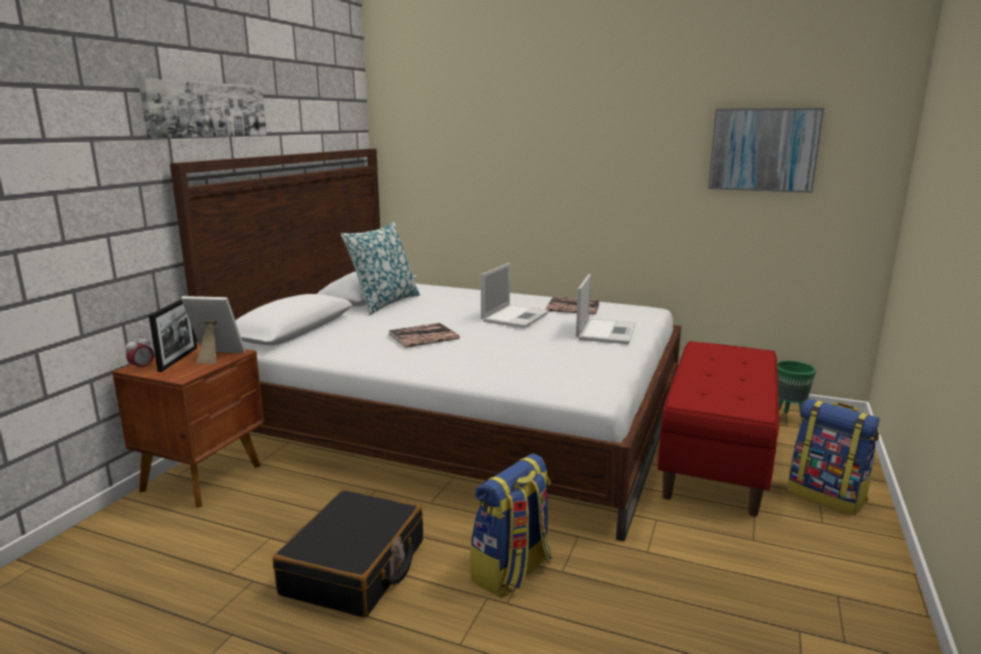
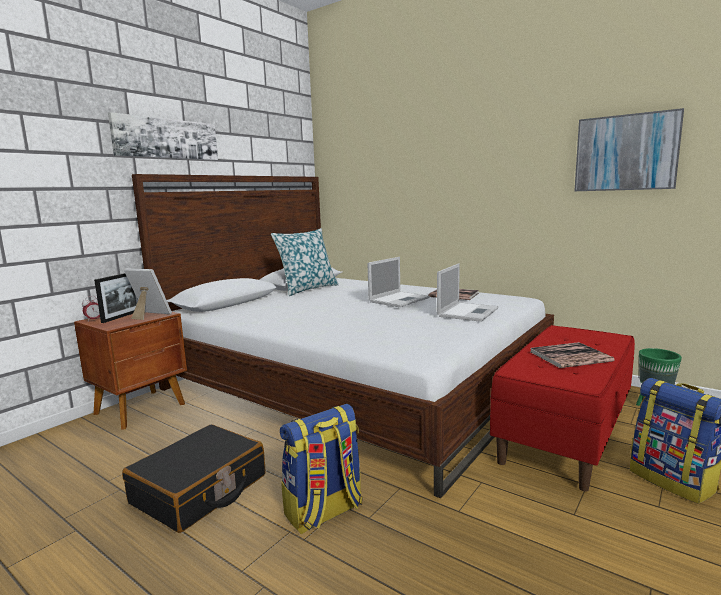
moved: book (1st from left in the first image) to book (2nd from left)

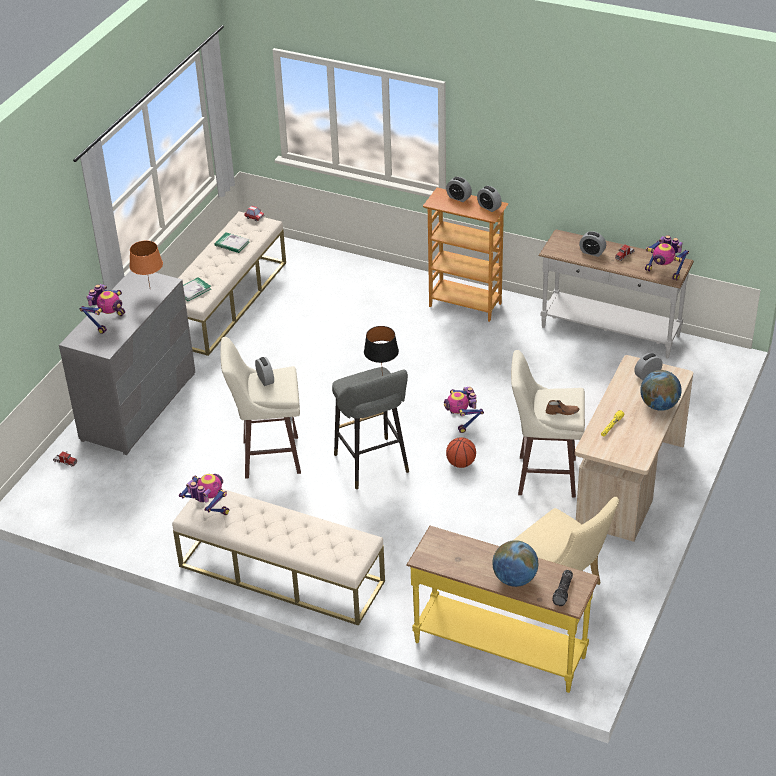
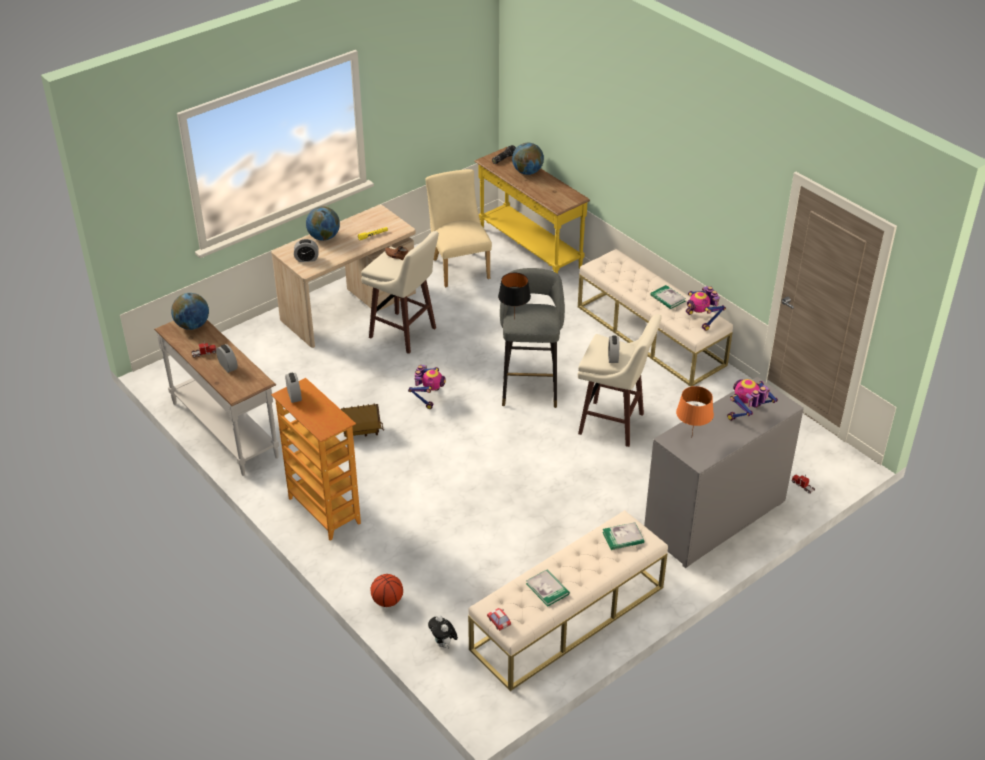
removed: alarm clock (2nd from left)
added: toy house; plush toy; book (3rd from left)
moved: basketball
replaced: toy robot (4th from left) to globe (1st from left)

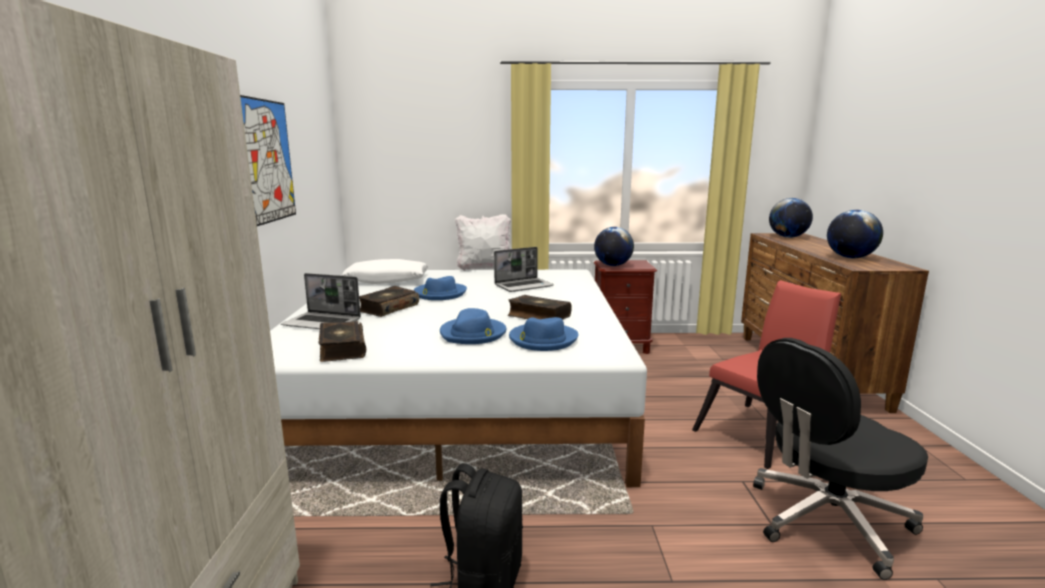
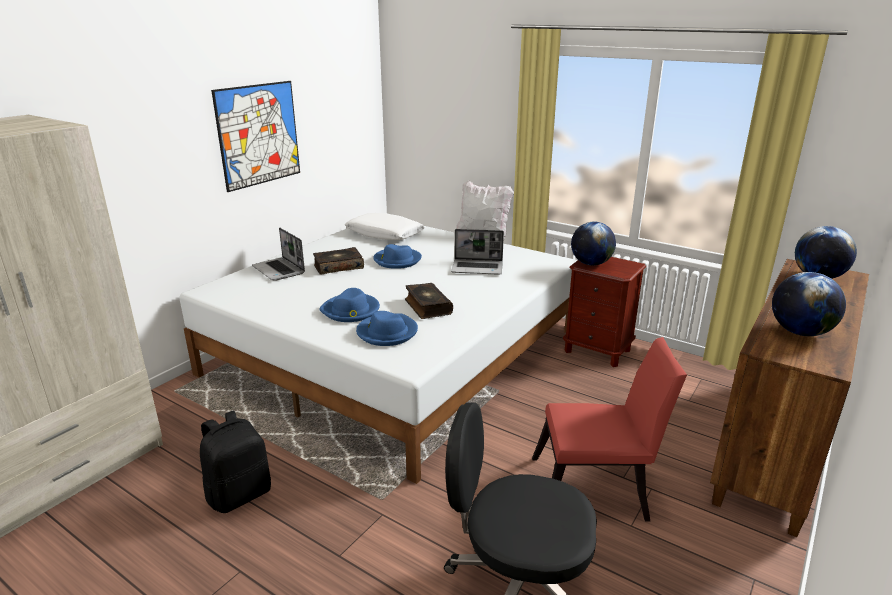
removed: book (1st from left)

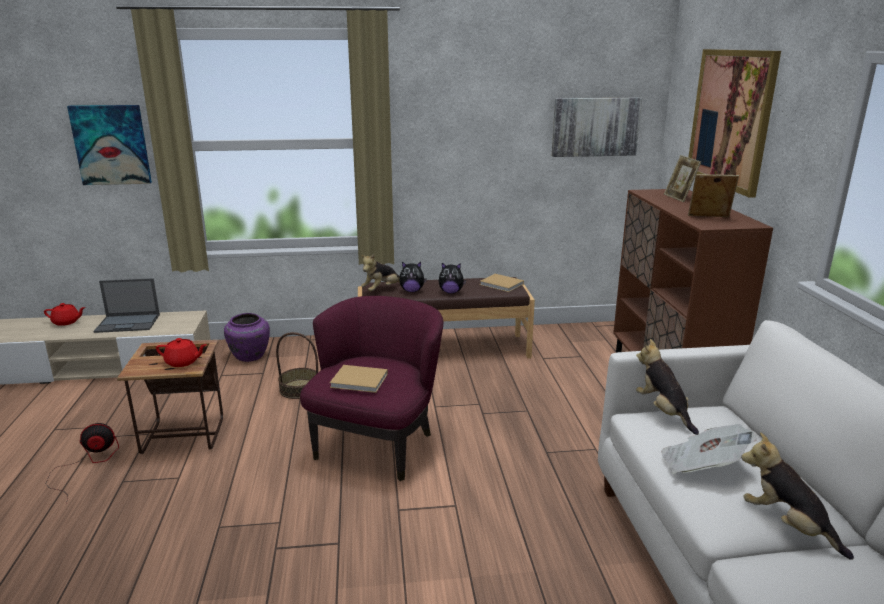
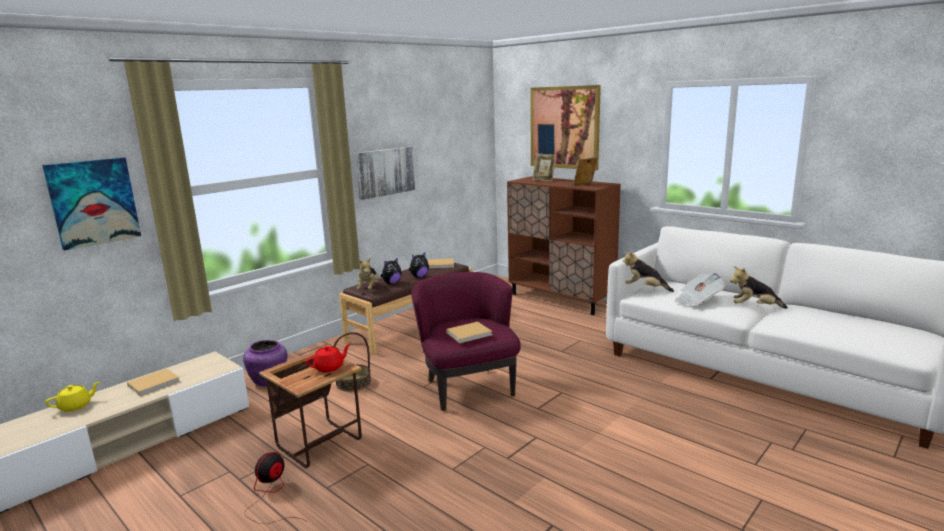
moved: picture (2nd from left)
replaced: laptop to book in beige (1st from left)
recoloured: teapot in red (1st from left) to teapot in yellow

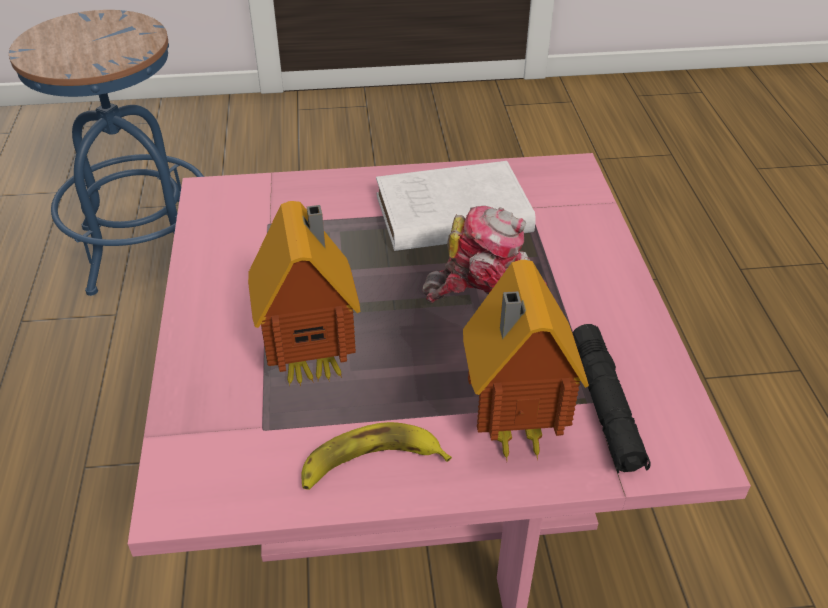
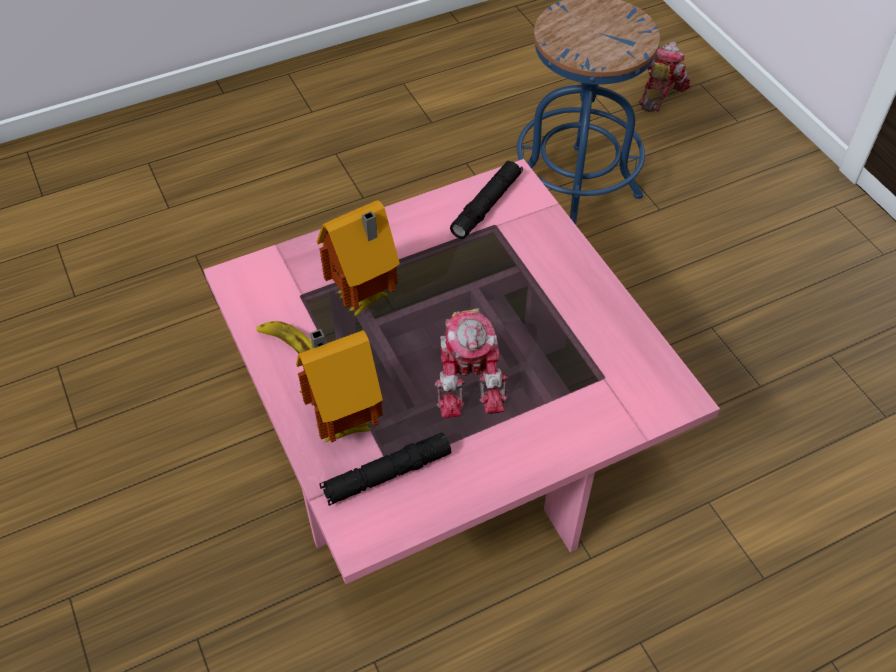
removed: book in white
added: flashlight in black (2nd from left); toy robot (2nd from left)

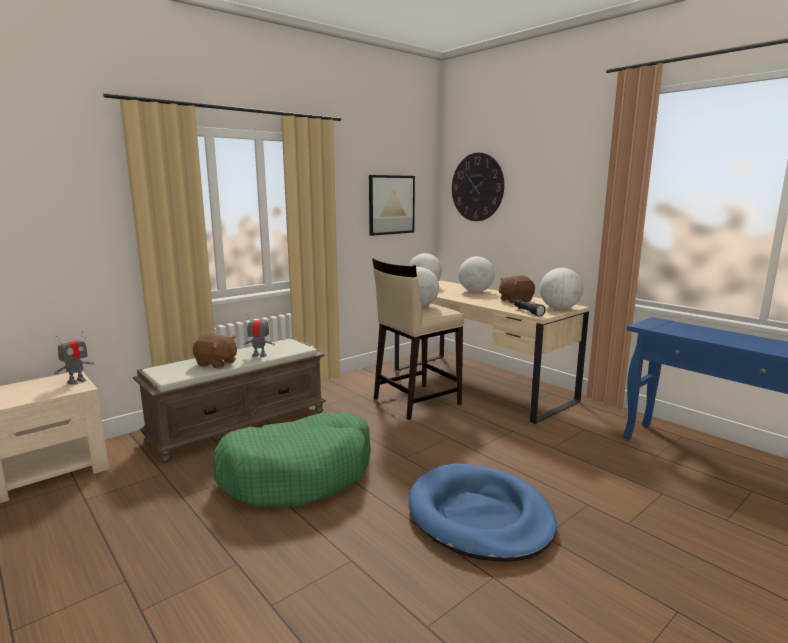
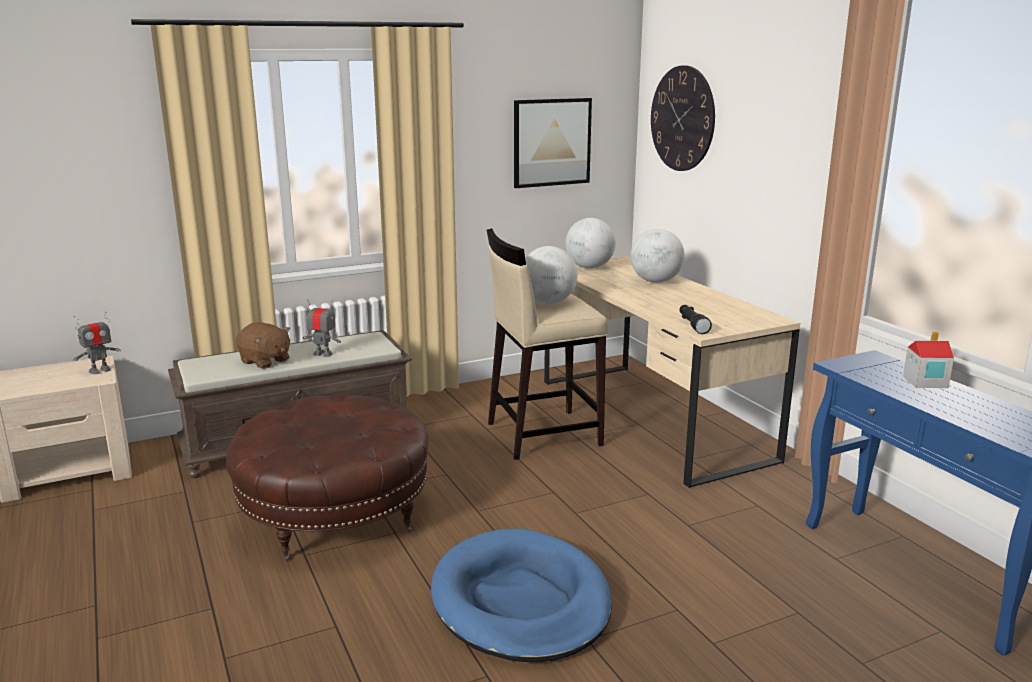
removed: plush toy in brown (2nd from left); globe (4th from left)
added: toy house
replaced: dog bed in green to ottoman in brown

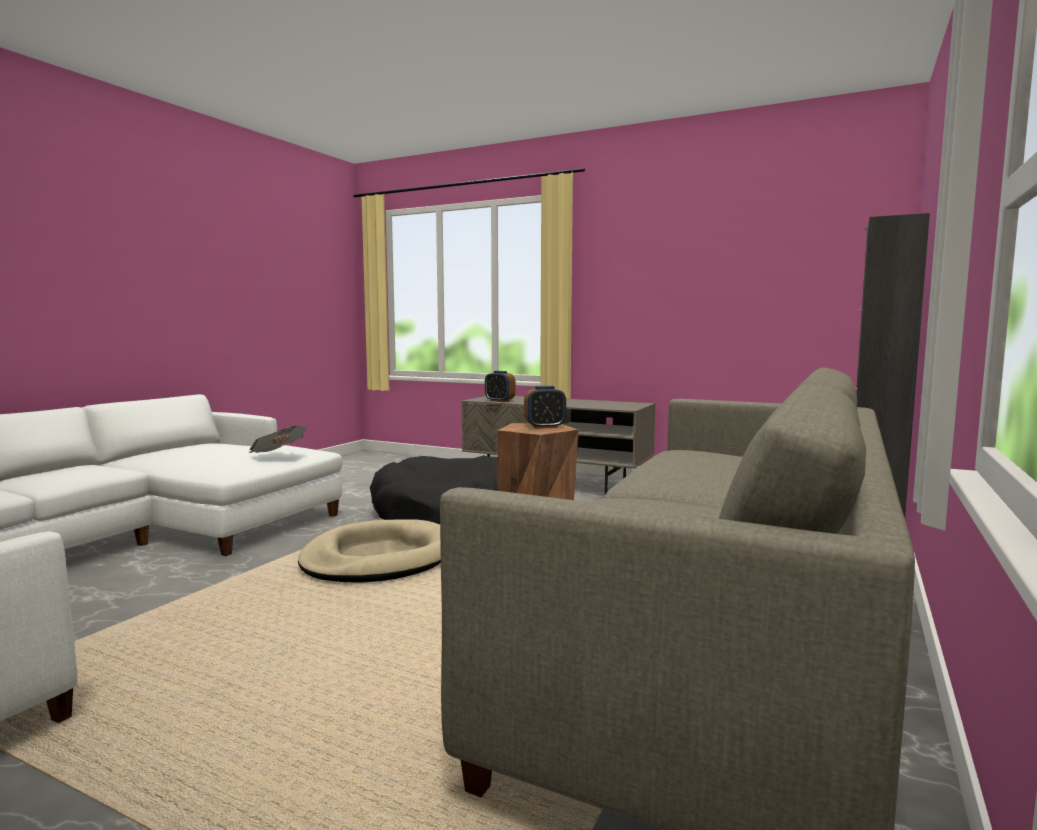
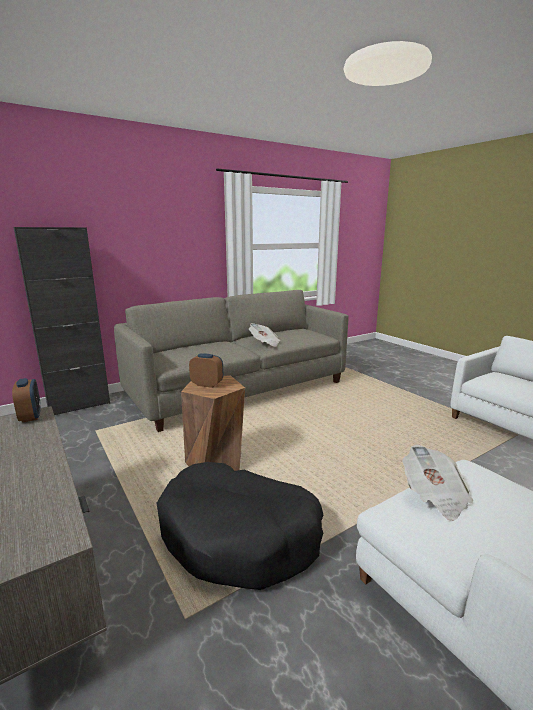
removed: dog bed in beige
added: newspaper (1st from left)
moved: alarm clock (1st from left)

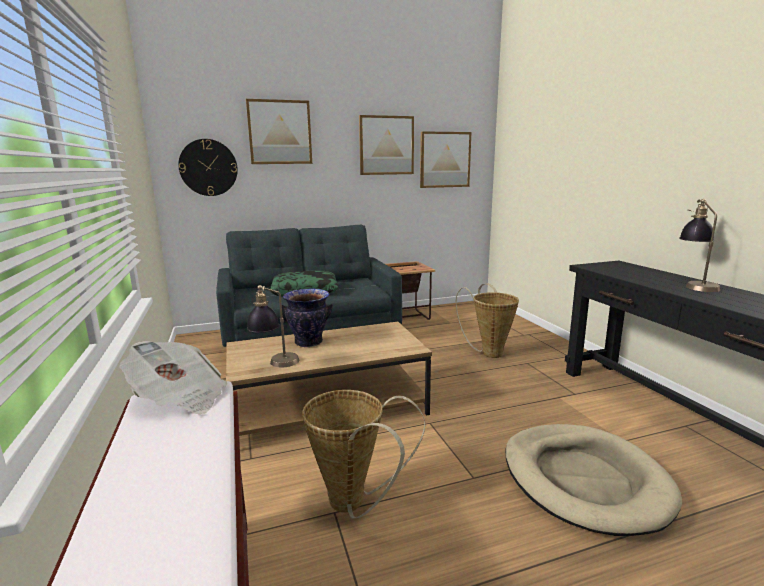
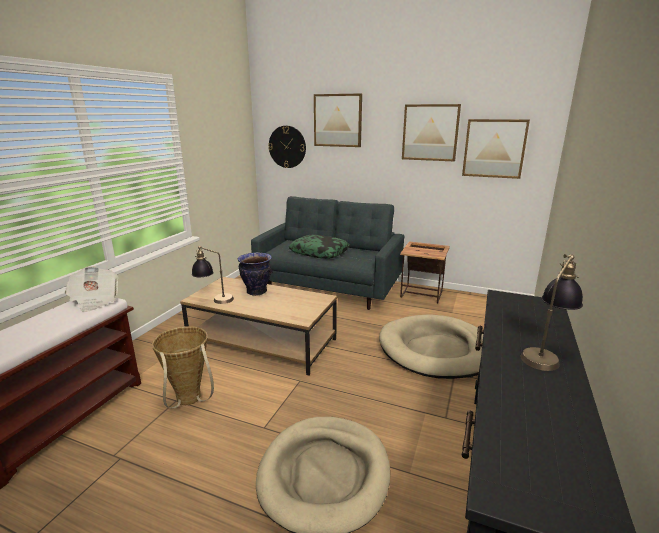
replaced: basket (2nd from left) to dog bed in beige (2nd from left)

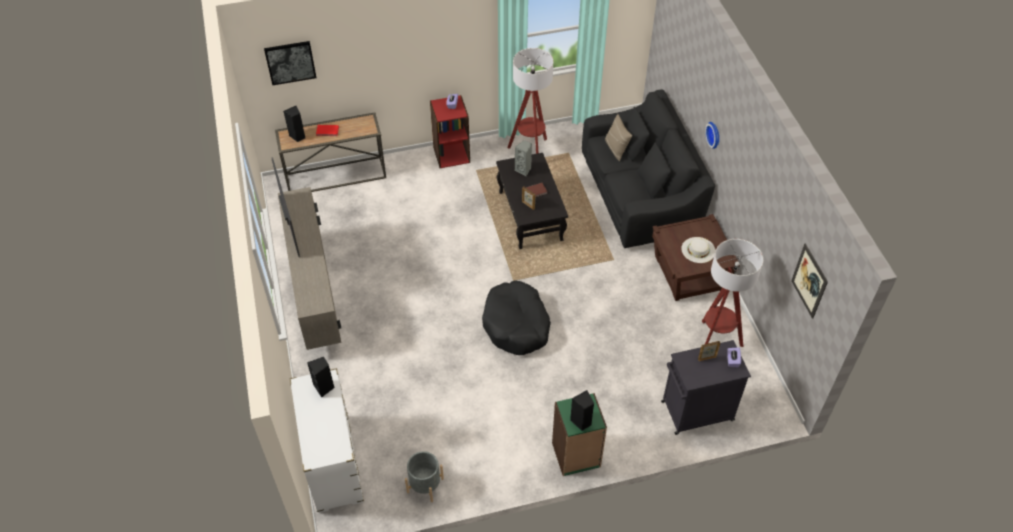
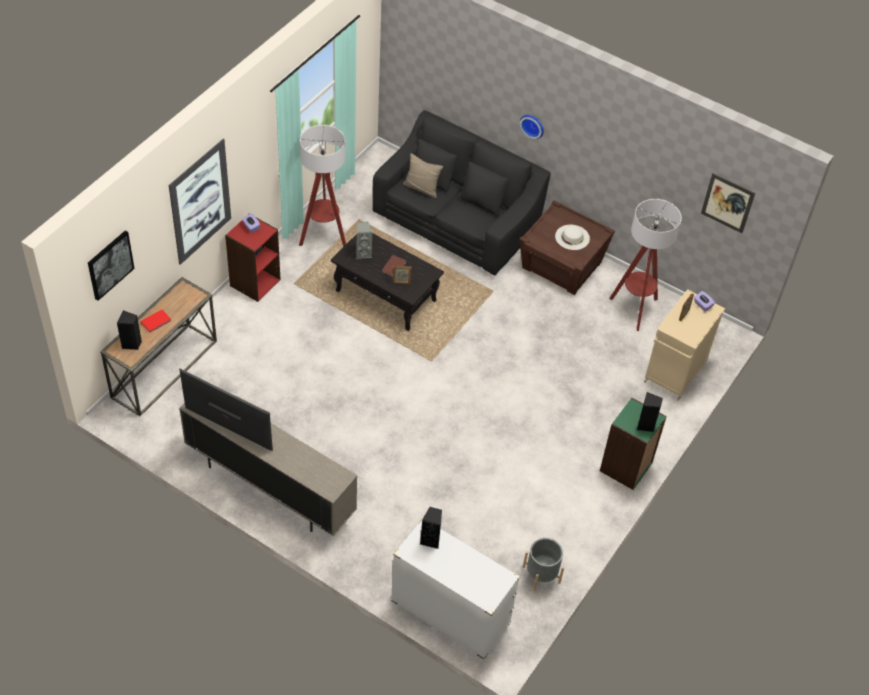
removed: dog bed in black
added: picture (2nd from left)
recoloured: cabinet in black to cabinet in beige

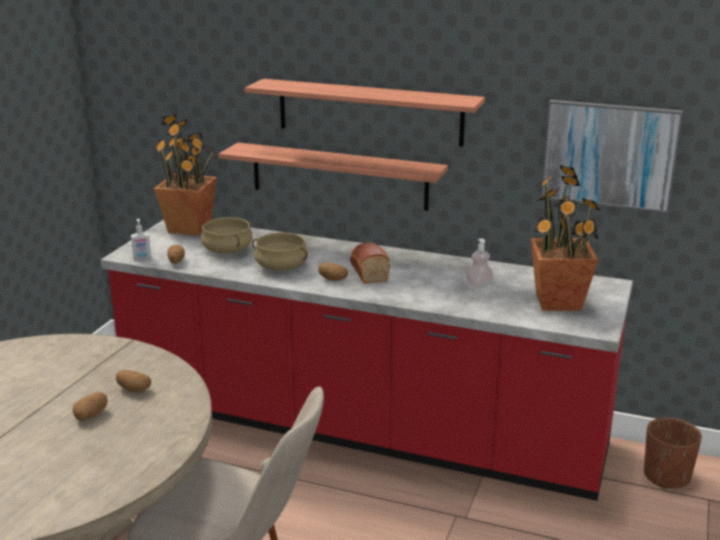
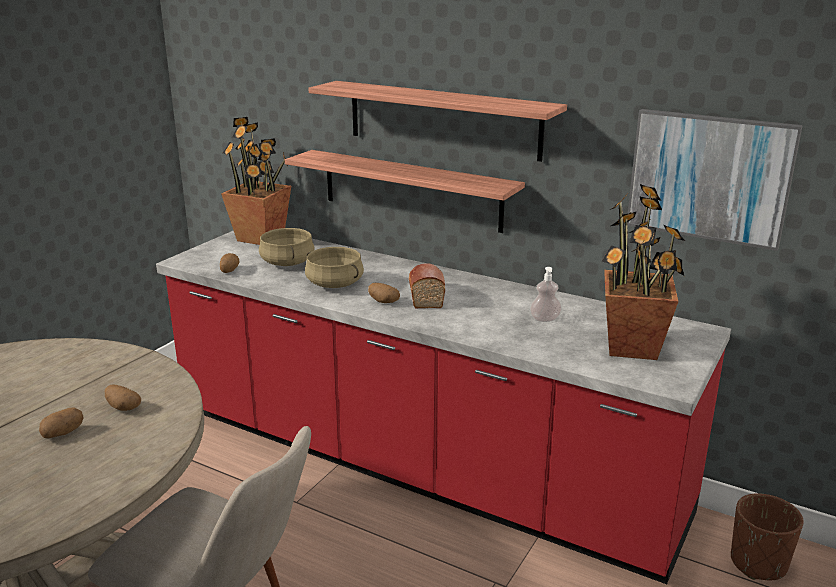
removed: soap dispenser (1st from left)

